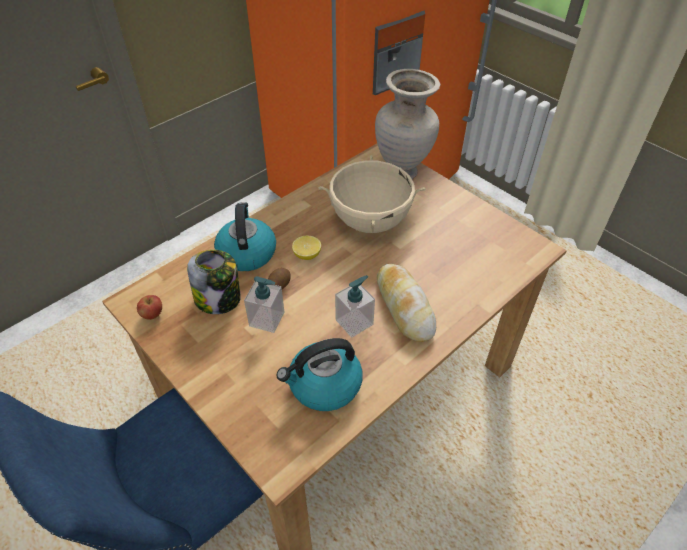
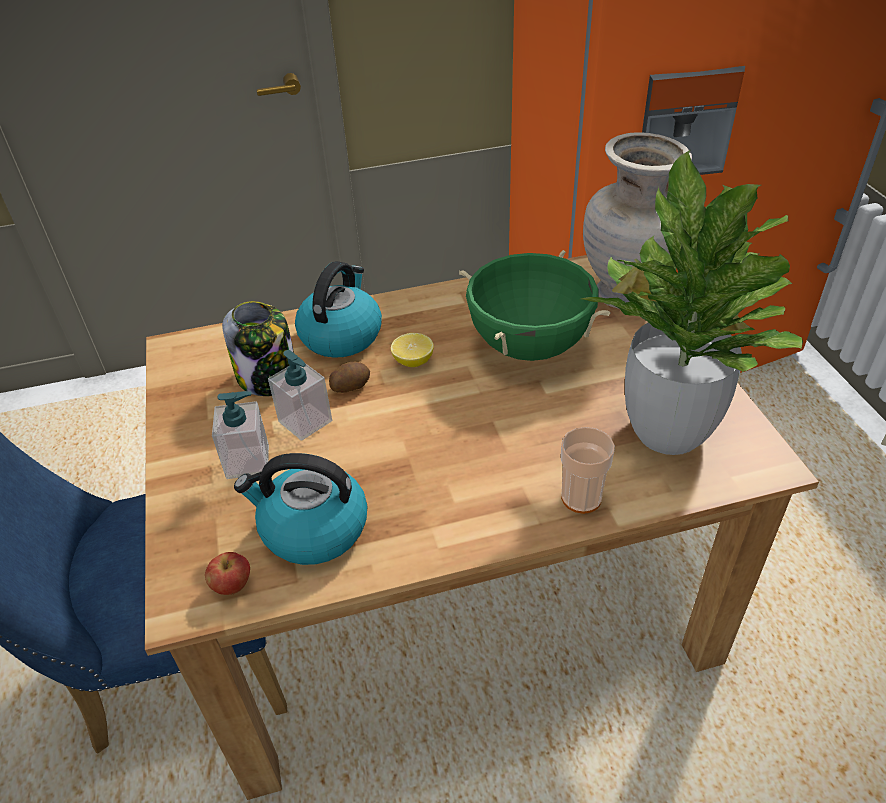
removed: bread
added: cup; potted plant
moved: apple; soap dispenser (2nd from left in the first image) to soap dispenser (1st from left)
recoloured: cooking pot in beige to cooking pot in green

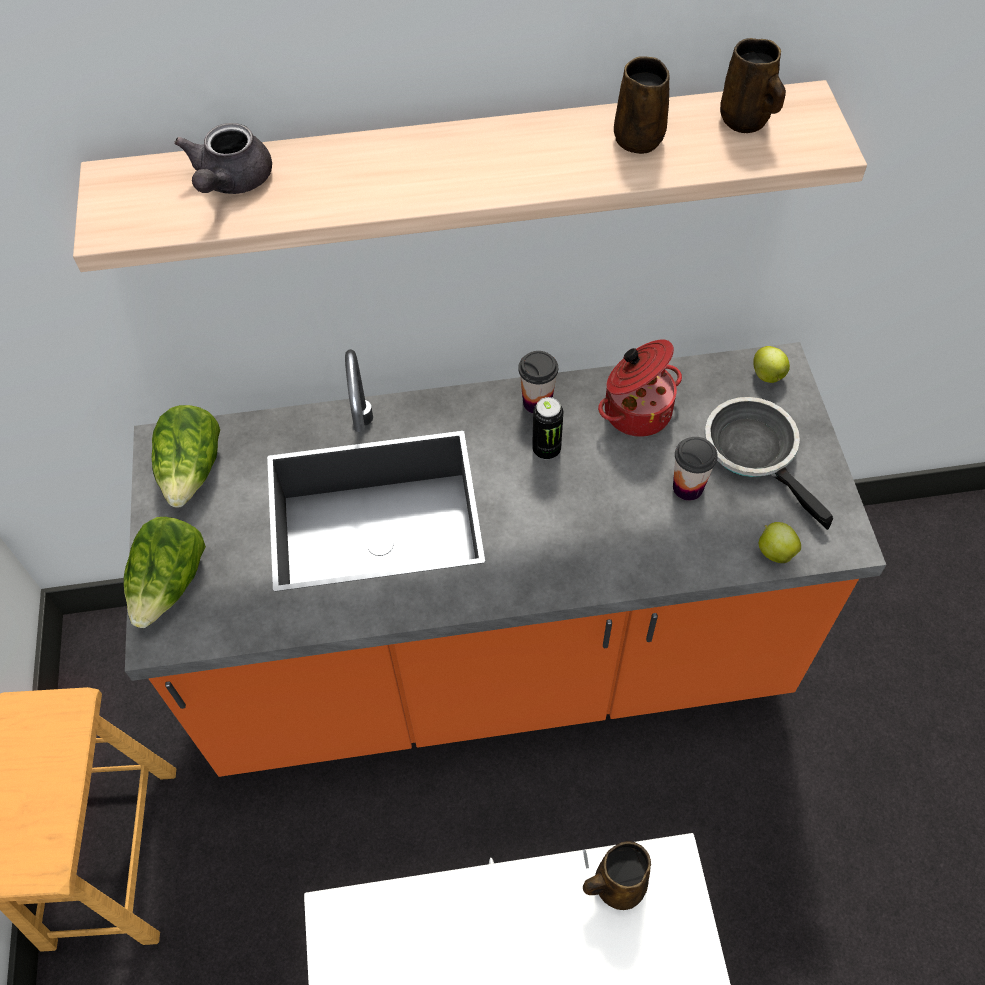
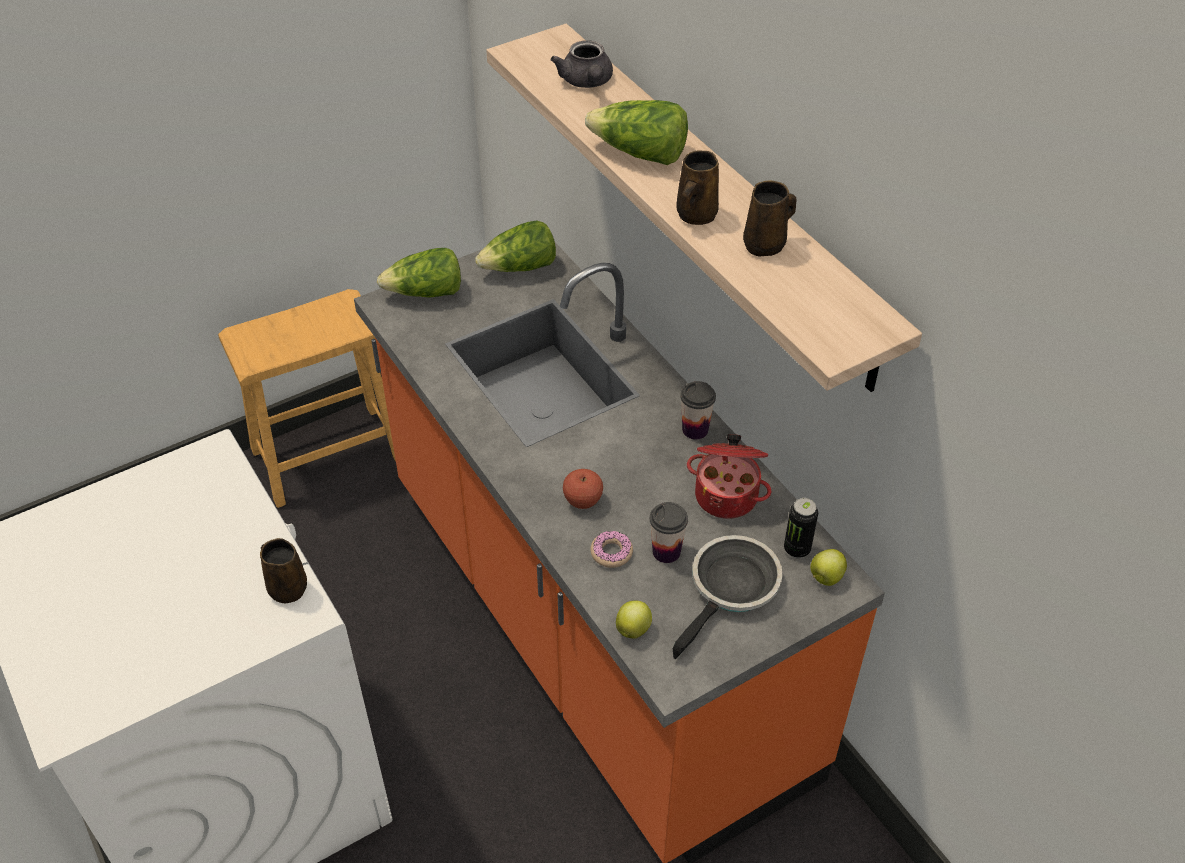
added: apple (1st from left); lettuce (3rd from left); donut
moved: can; mug in brown (3rd from left in the first image) to mug in brown (2nd from left)
turned: teapot in grey 90 degrees counterclockwise

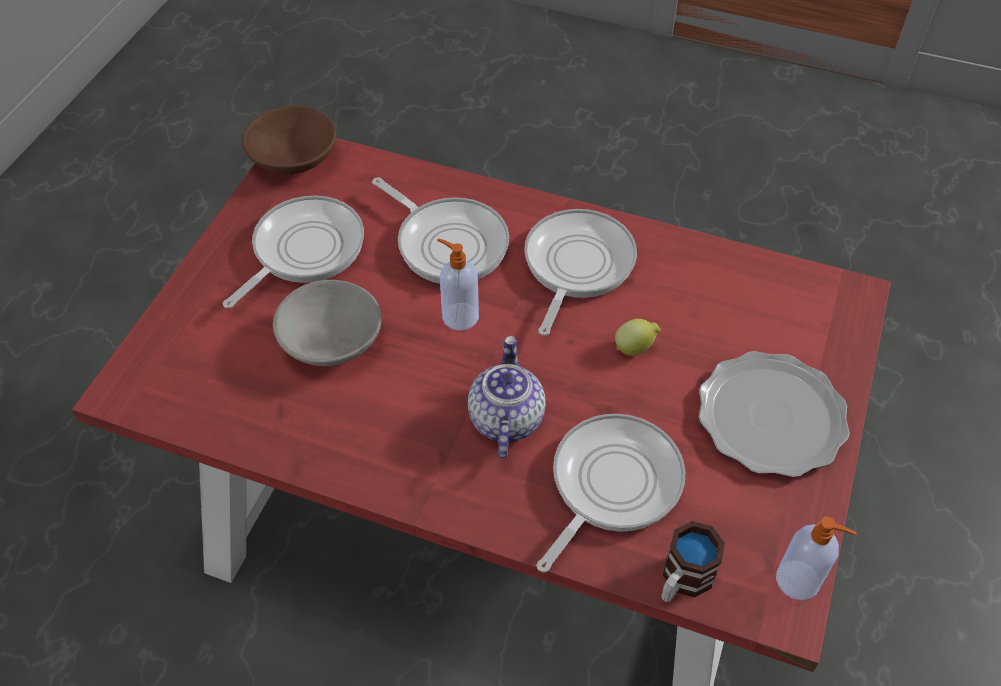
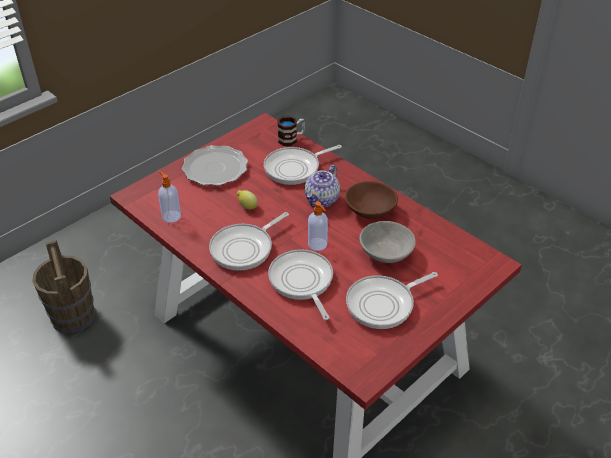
added: bucket in brown
moved: bowl in brown; soap dispenser (2nd from left in the first image) to soap dispenser (1st from left)

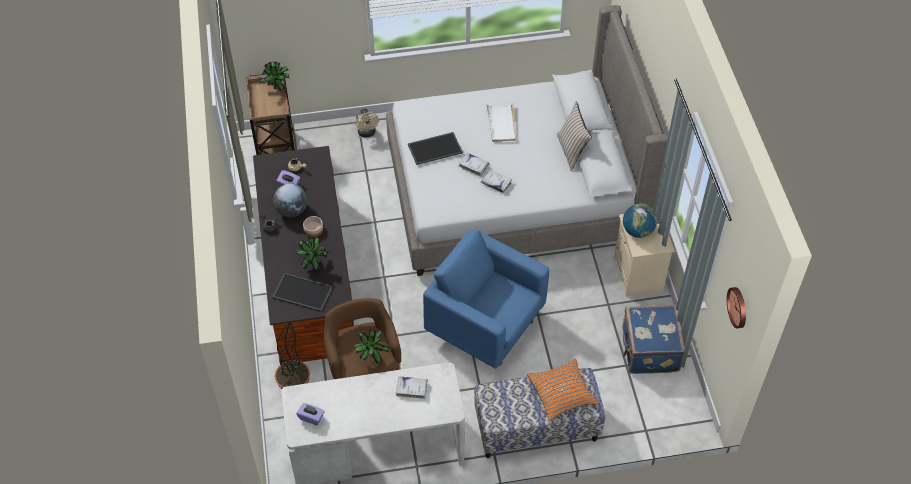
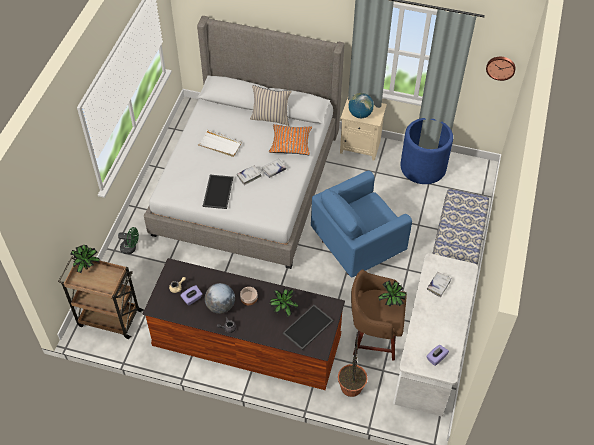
moved: pillow in orange
replaced: suitcase in blue to planter in blue
recoloured: fan in beige to fan in green

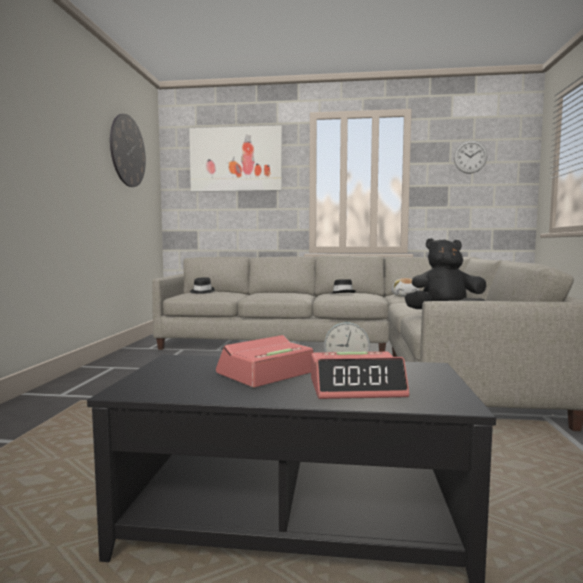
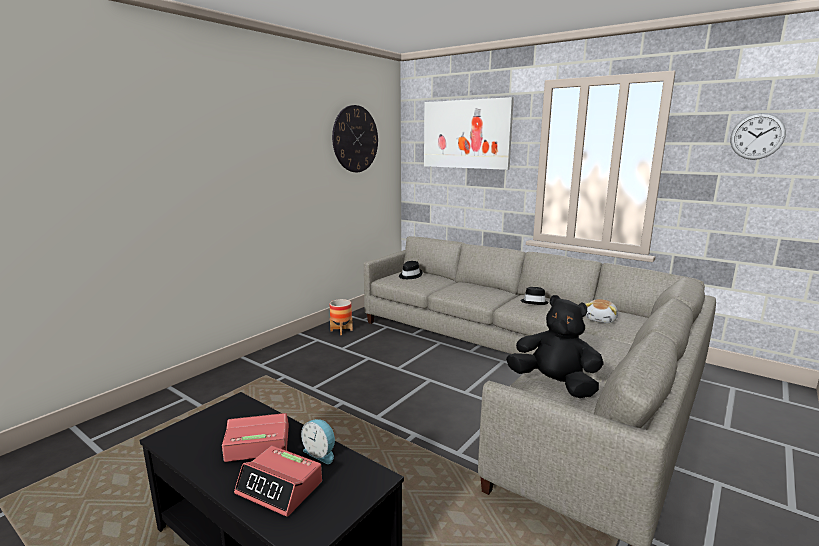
added: planter

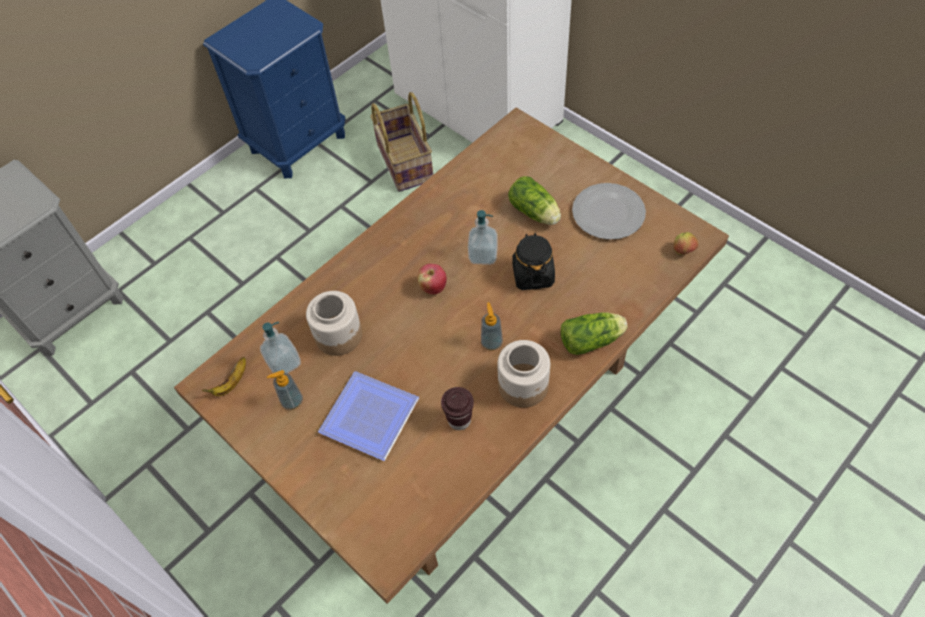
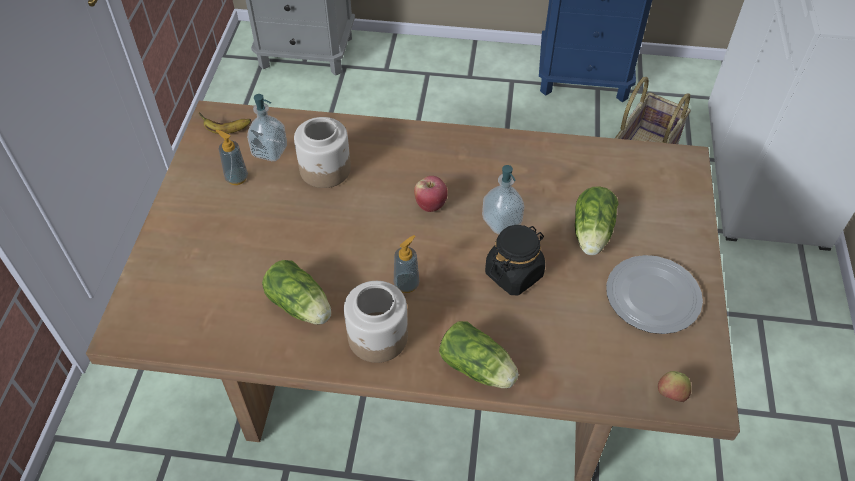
removed: plate (1st from left)
replaced: cup in brown to lettuce (1st from left)

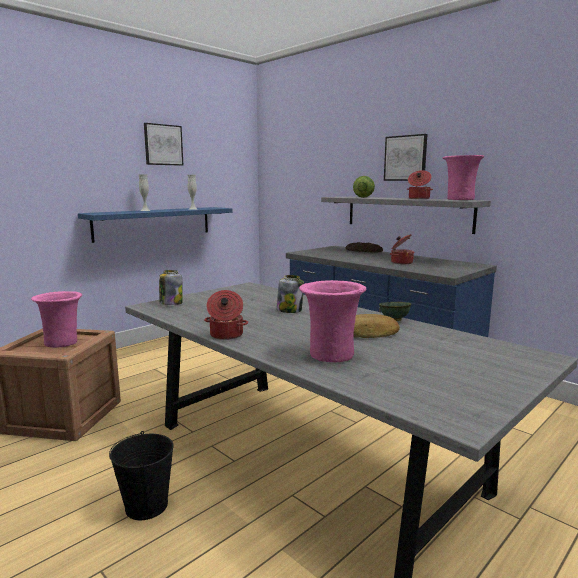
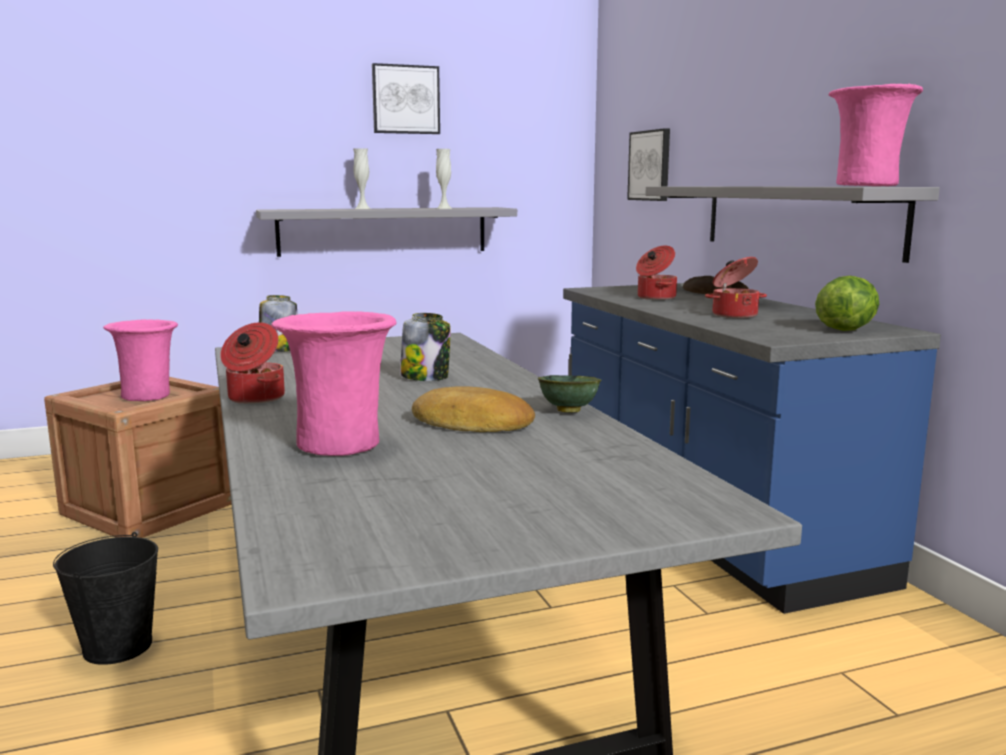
moved: lettuce; picture (2nd from left); cooking pot (3rd from left in the first image) to cooking pot (2nd from left)
recoloured: shelf in blue to shelf in grey (1st from left)

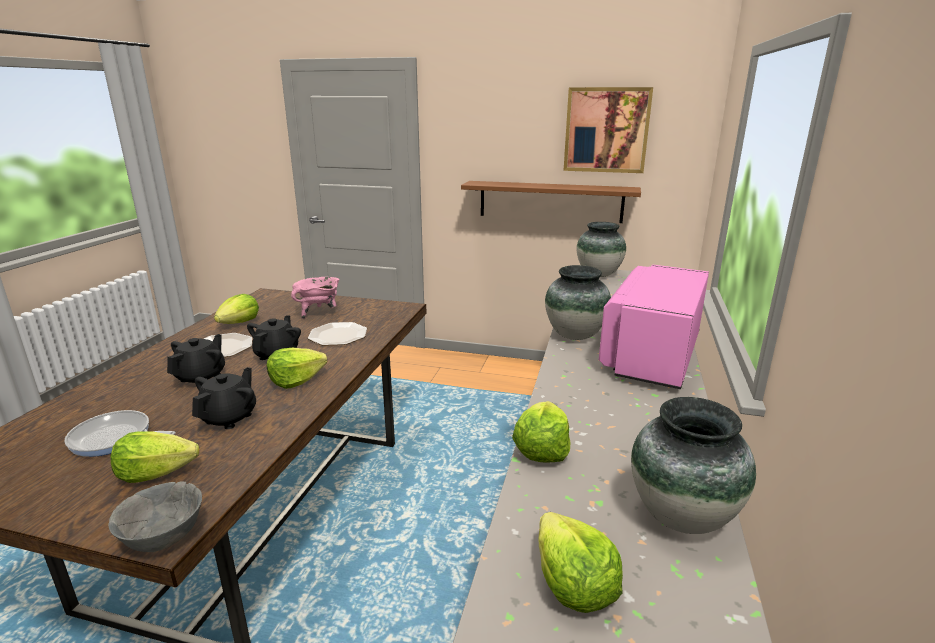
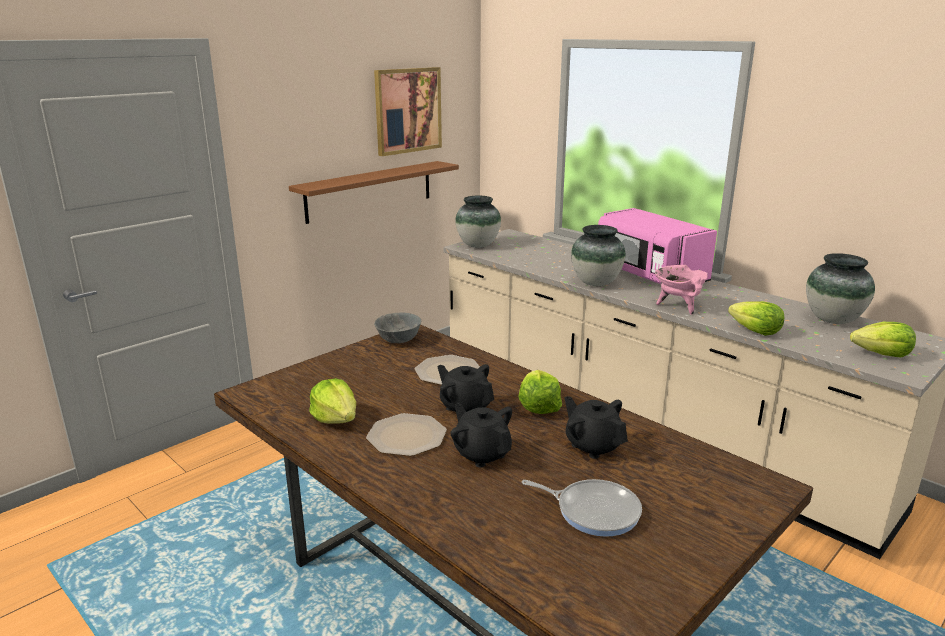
removed: lettuce (1st from left)
moved: bowl in grey; cooking pot in pink
turned: frying pan 105 degrees counterclockwise

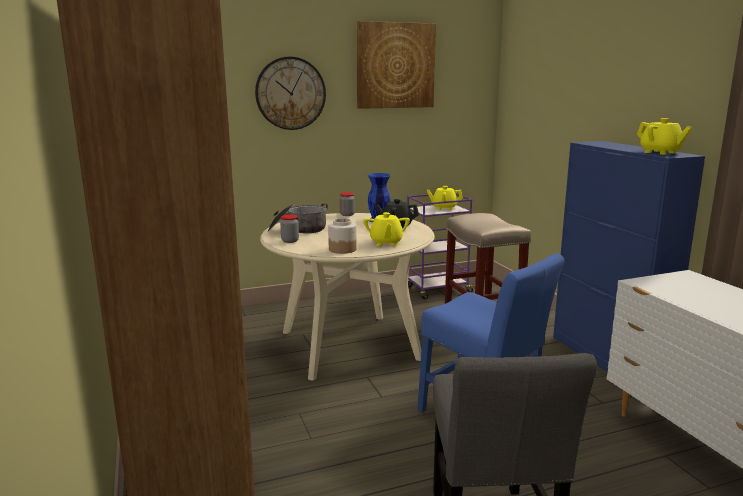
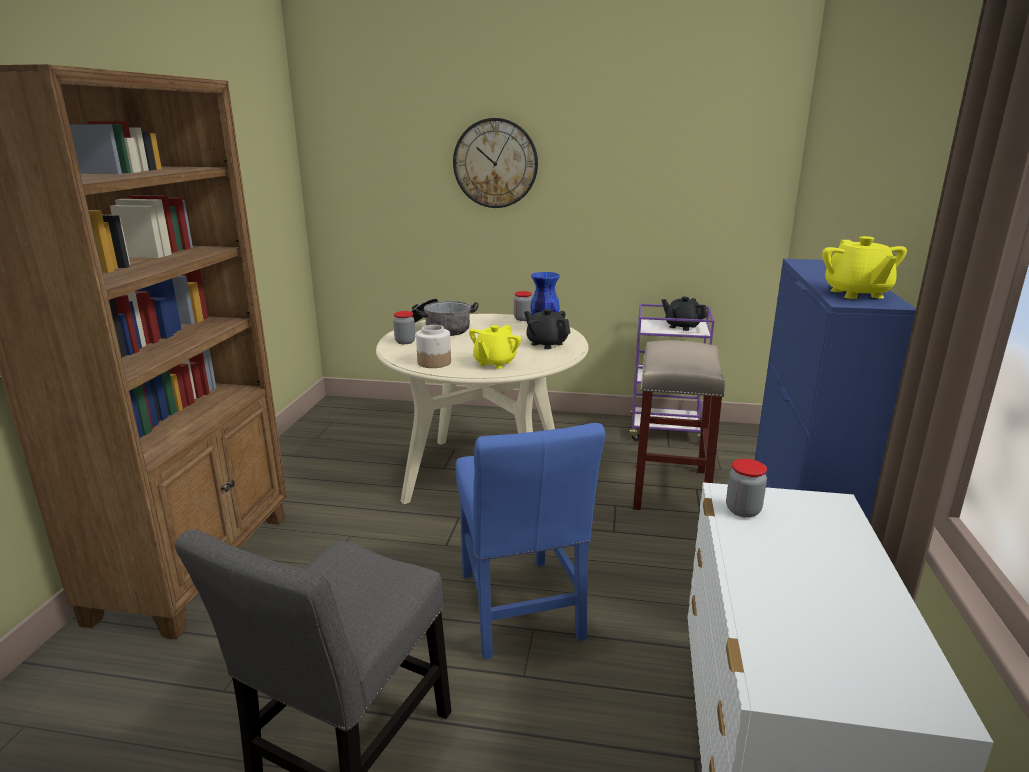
removed: picture
added: jar (4th from left)
recoloured: teapot in yellow (2nd from left) to teapot in black (2nd from left)

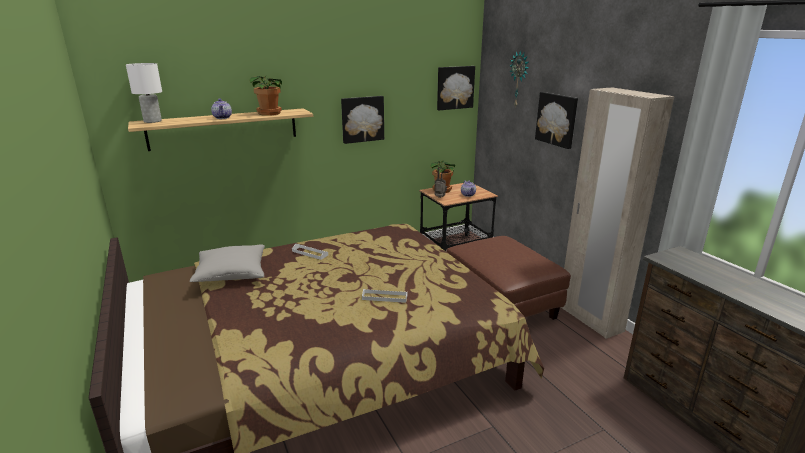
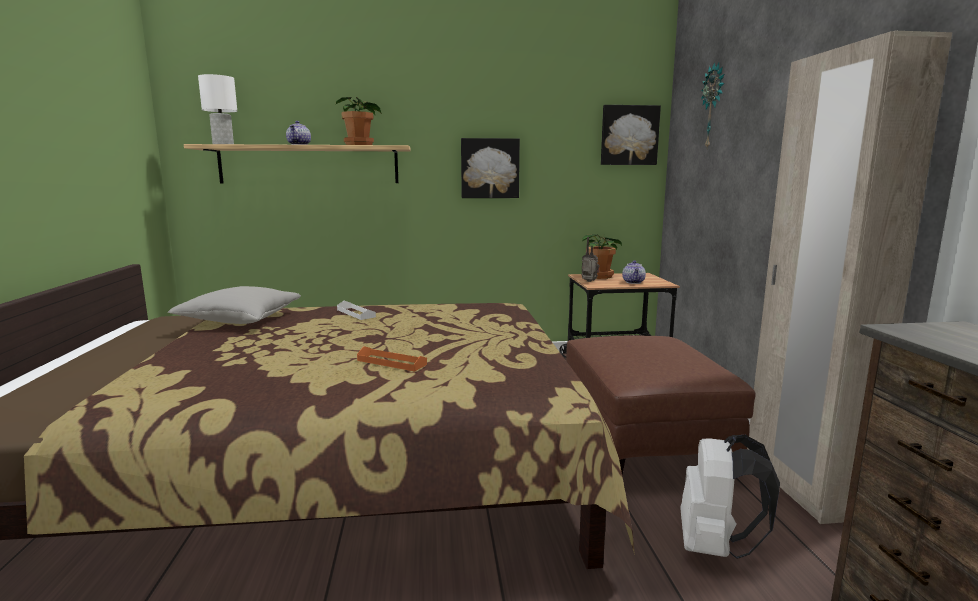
removed: picture (3rd from left)
added: backpack in white
recoloured: tray in white (2nd from left) to tray in orange

